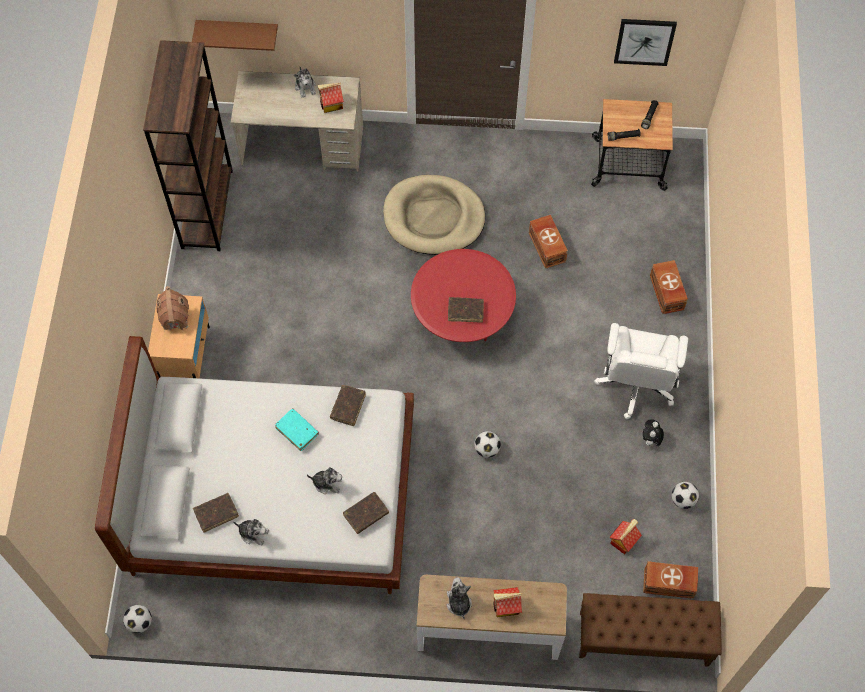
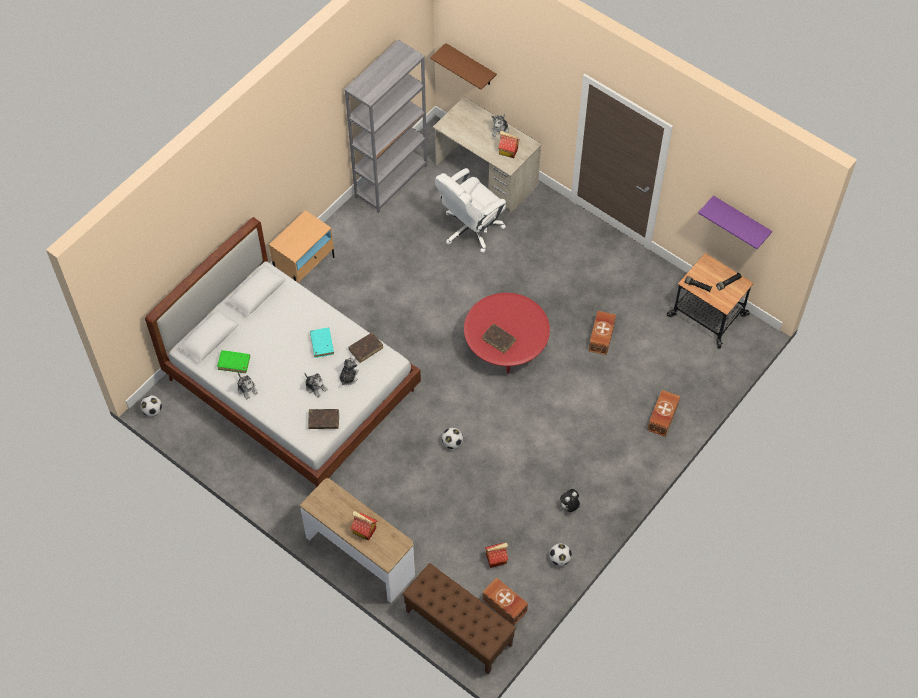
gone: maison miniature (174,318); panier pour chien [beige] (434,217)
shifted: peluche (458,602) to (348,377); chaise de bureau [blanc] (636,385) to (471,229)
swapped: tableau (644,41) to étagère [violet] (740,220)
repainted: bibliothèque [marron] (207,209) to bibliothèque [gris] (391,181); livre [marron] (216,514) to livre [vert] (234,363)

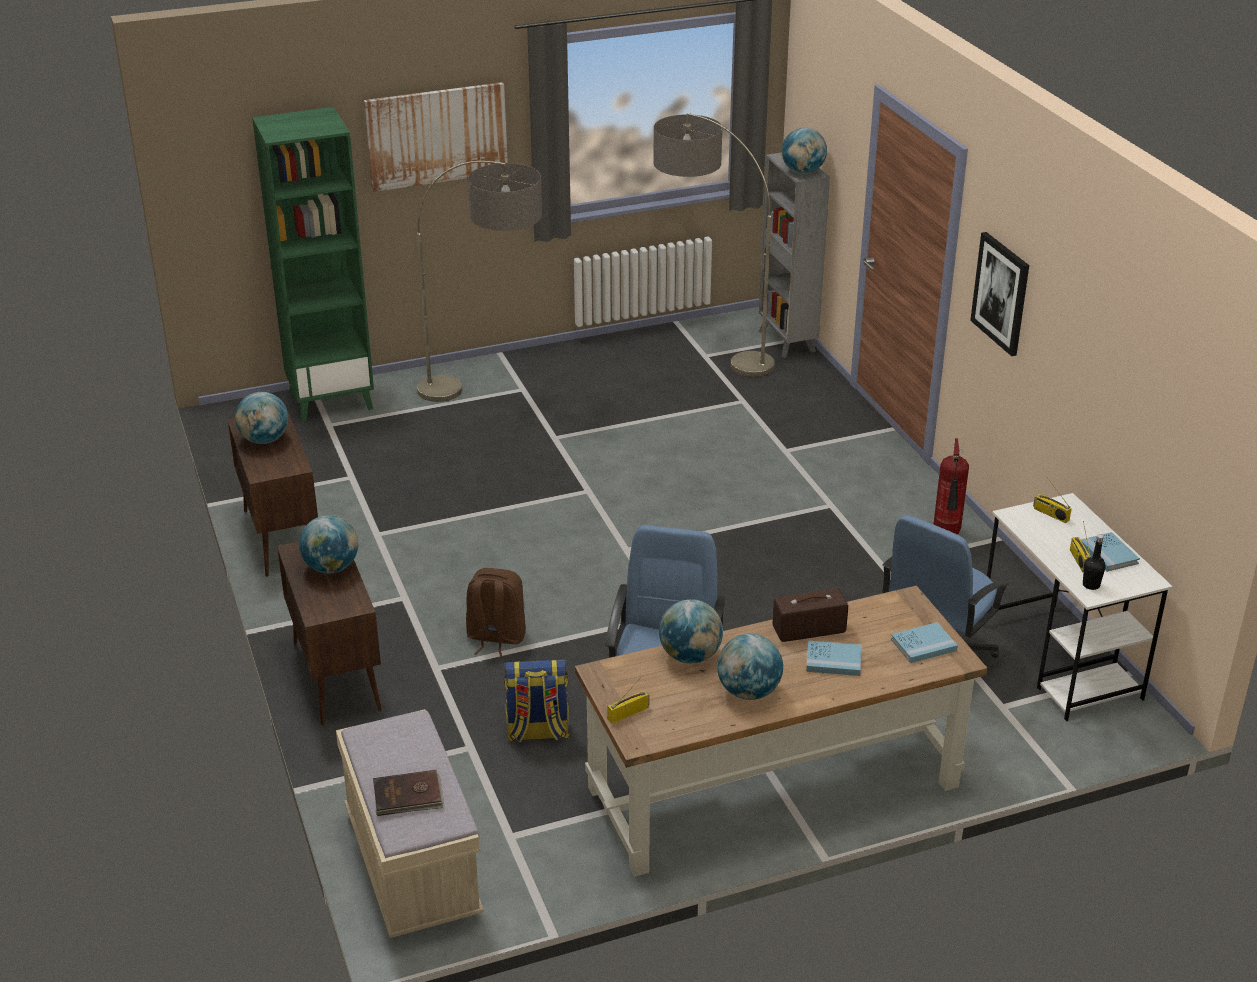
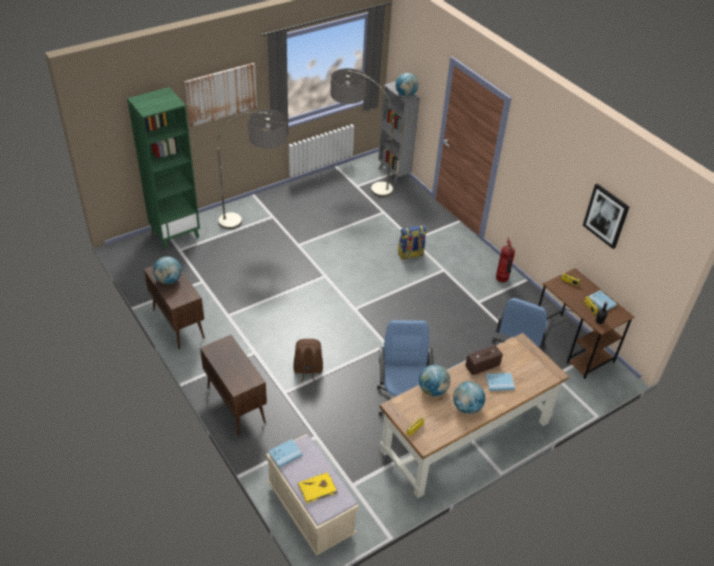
gone: globe (331,568)
shifted: sac à dos (537,732) to (410,255); livre [bleu] (923,645) to (285,454); tableau (1001,293) to (606,215)
repainted: livre [marron] (408,796) to livre [jaune] (317,489); bureau [blanc] (1060,661) to bureau [marron] (573,346)

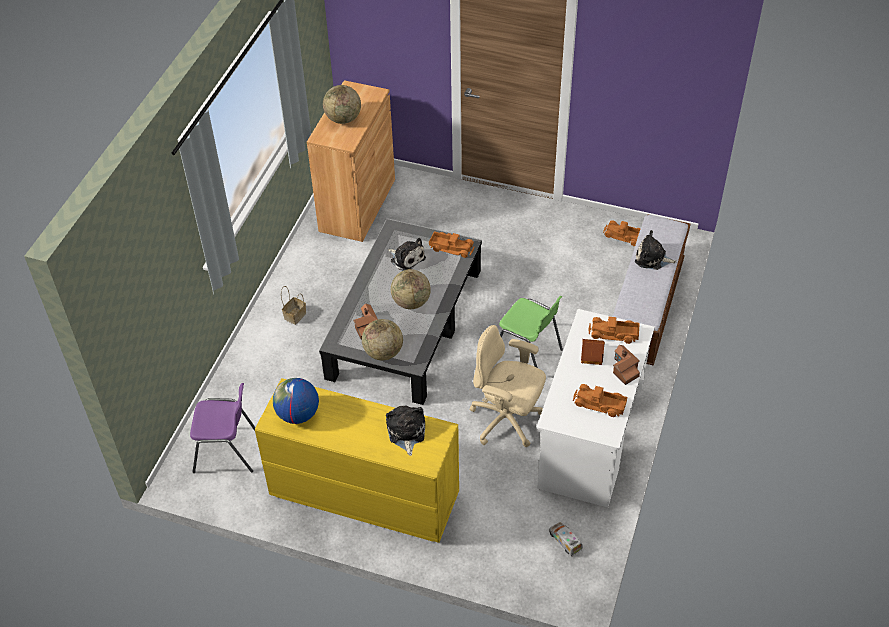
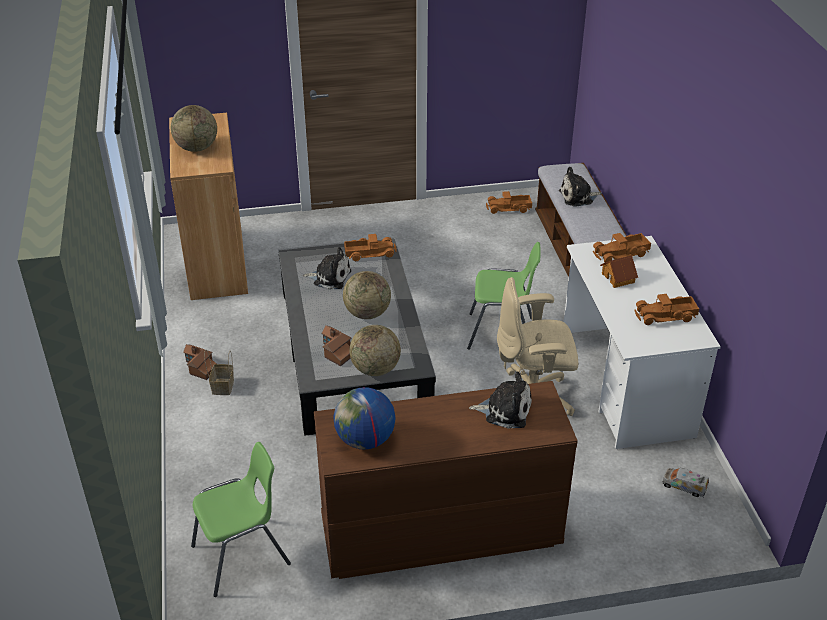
shifted: maison miniature (624,369) to (199,367)
repainted: chaise [violet] (227,452) to chaise [vert] (242,556); commode [jaune] (363,494) to commode [marron] (439,532)
rotated: peluche (406,433) = (505,410) 135 degrees clockwise

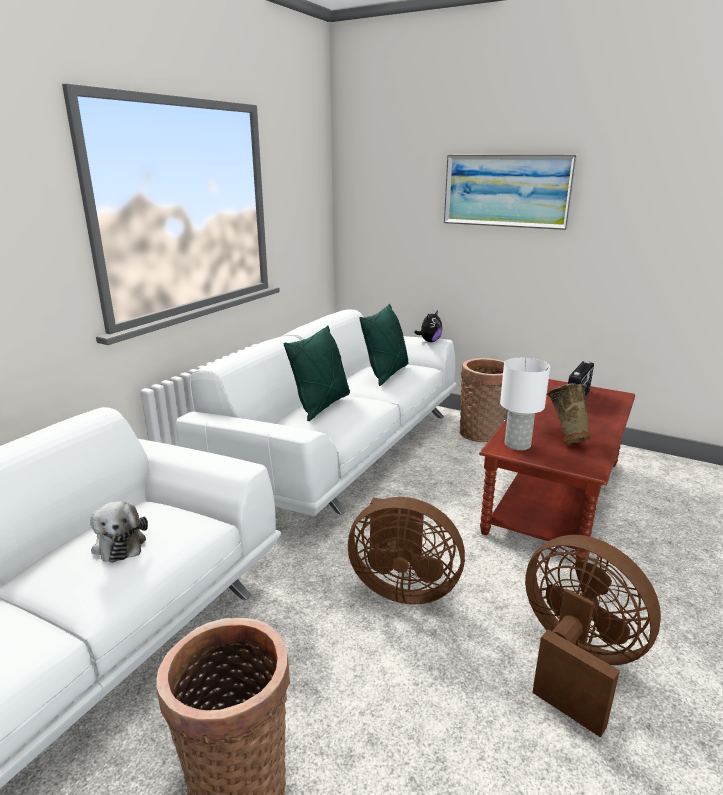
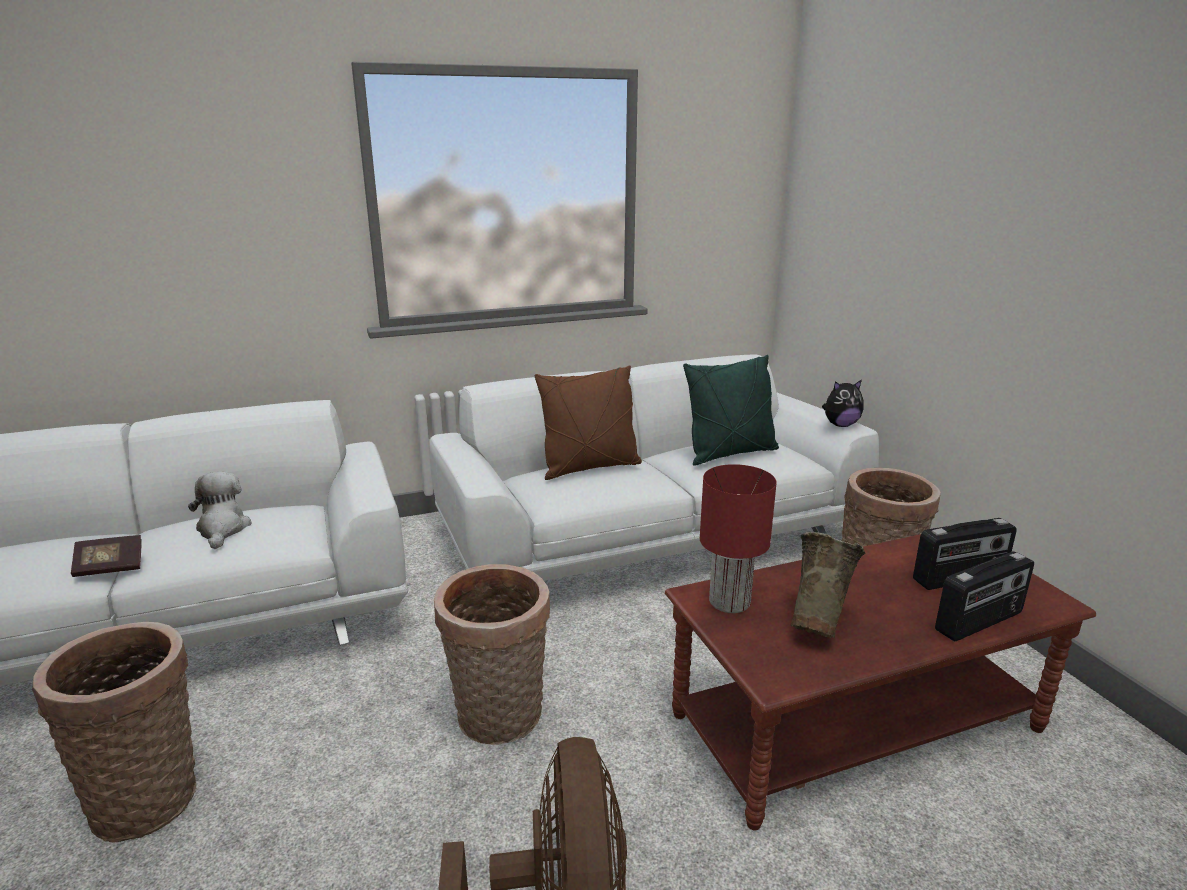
gone: tableau (506,191)
new: livre (110,567); radio (980,622)
swapped: ventilateur [marron] (402,587) to panier (499,720)
repainted: coussin [vert] (322,405) to coussin [marron] (590,467); lampe de table [blanc] (518,444) to lampe de table [rouge] (731,602)
rotated: peluche (119,543) = (222,529) 150 degrees clockwise

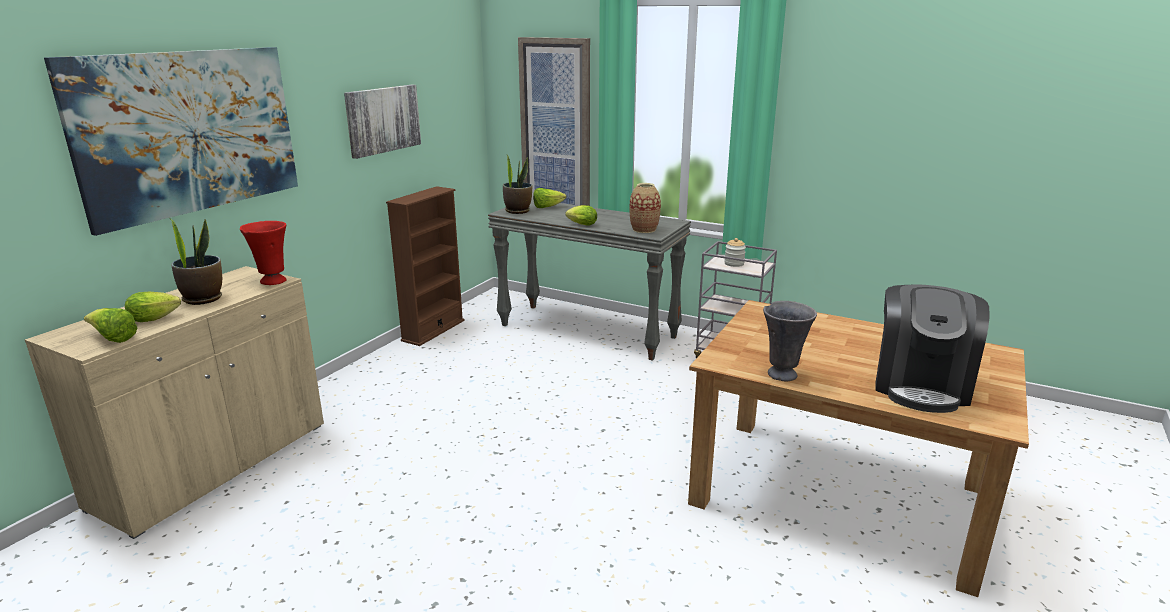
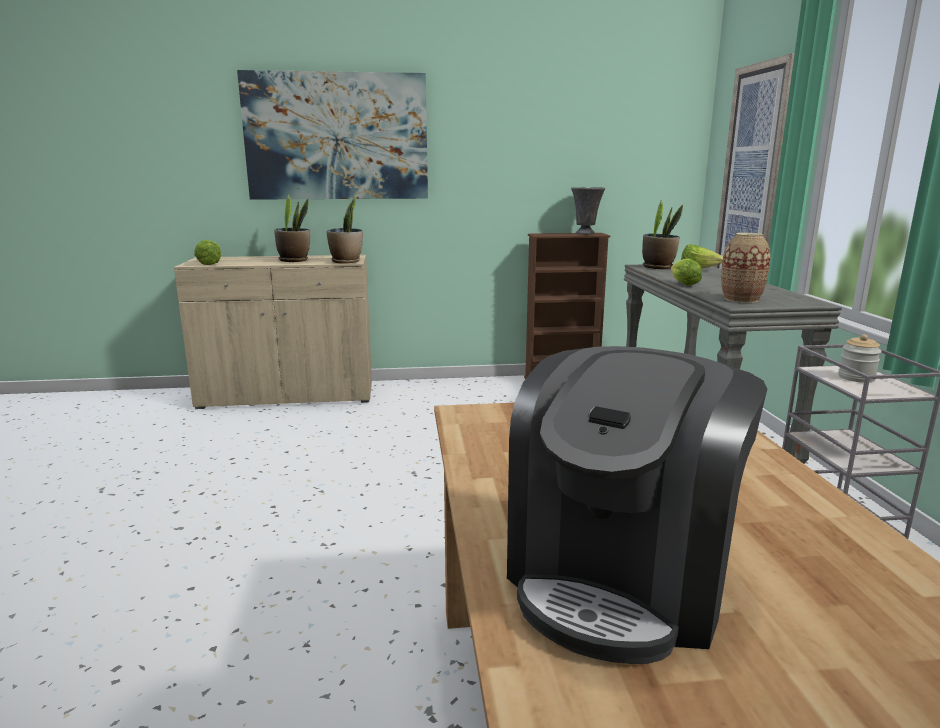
gone: laitue (157,318); tableau (382,120)
shifted: vase [gris] (782,374) to (586,233)
swapped: vase [rouge] (272,281) to plante en pot (346,261)
rotated: machine à café (920,386) = (621,576) 45 degrees counterclockwise

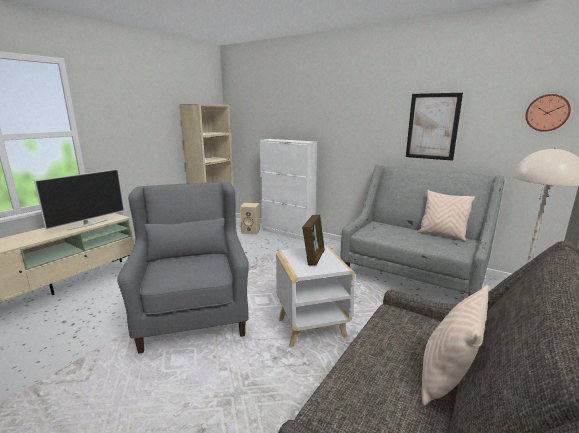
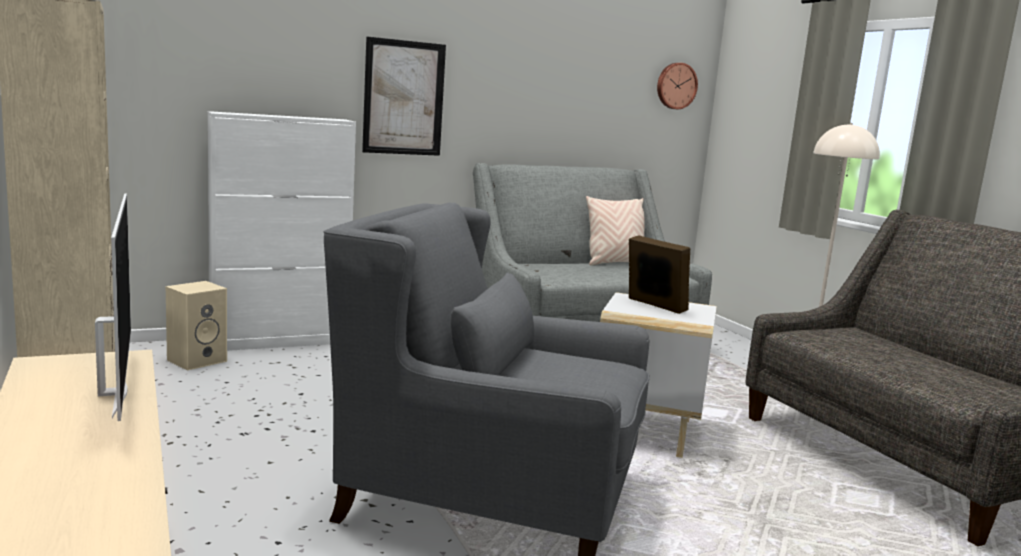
gone: coussin [beige] (446,379)
shifted: tableau (432,126) to (403,98)

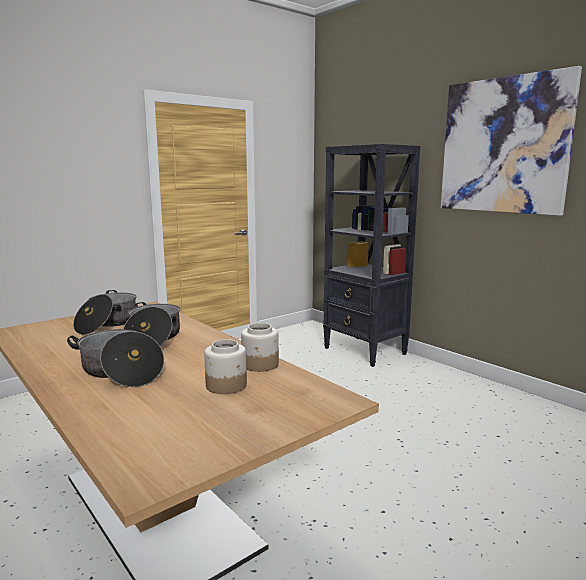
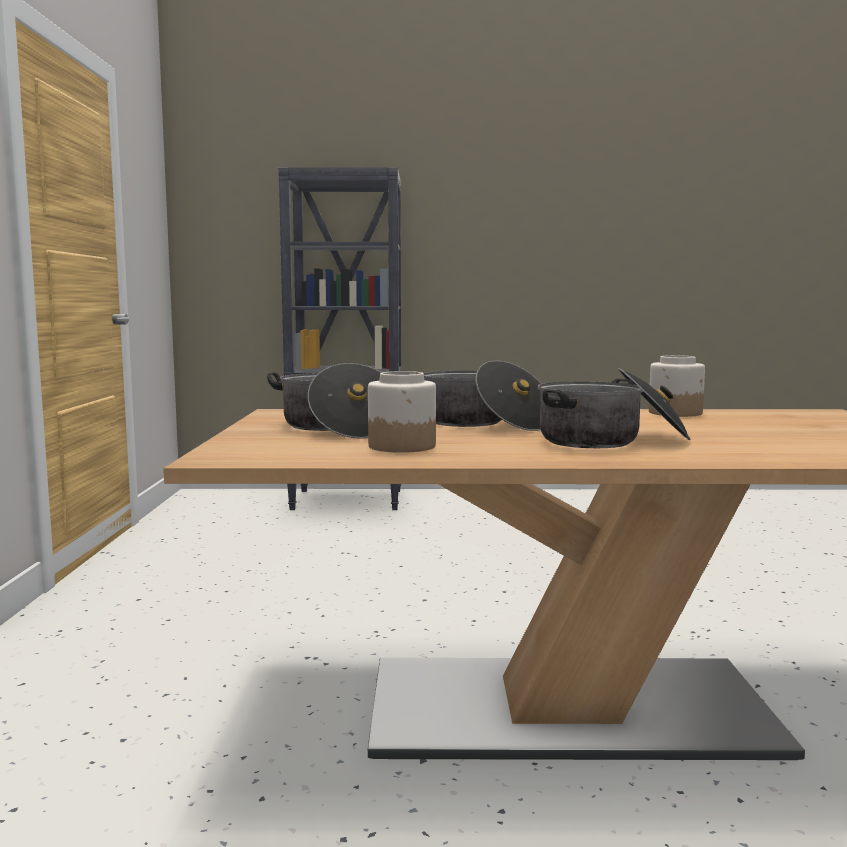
gone: tableau (503,146)
shifted: bocal (227,385) to (402,446)

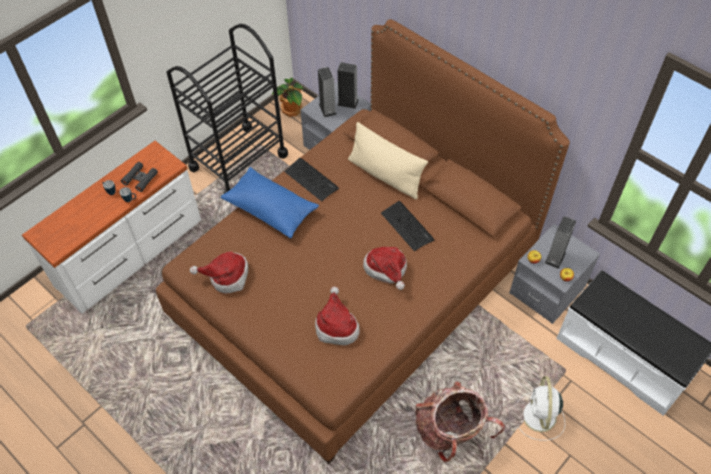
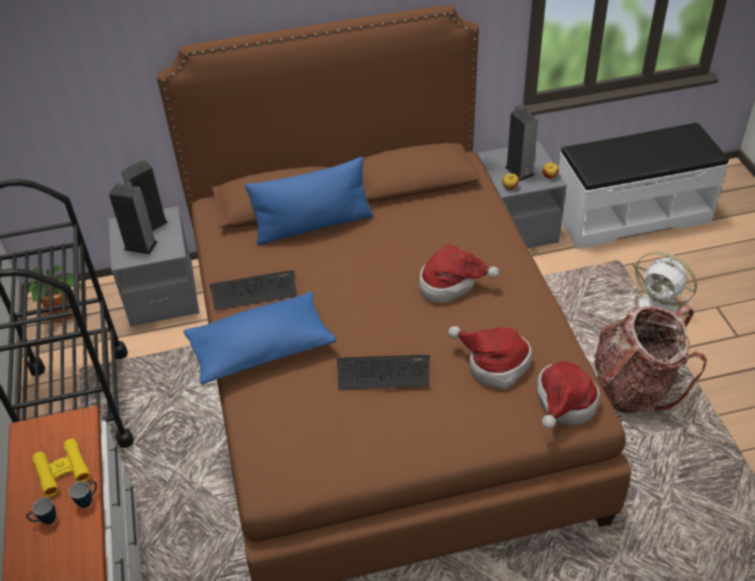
shifted: chapeau (226,277) to (564,404); clavier (407,226) to (383,372)
repainted: jumelles [noir] (140,179) to jumelles [jaune] (62,471); coussin [beige] (385,175) to coussin [bleu] (313,225)

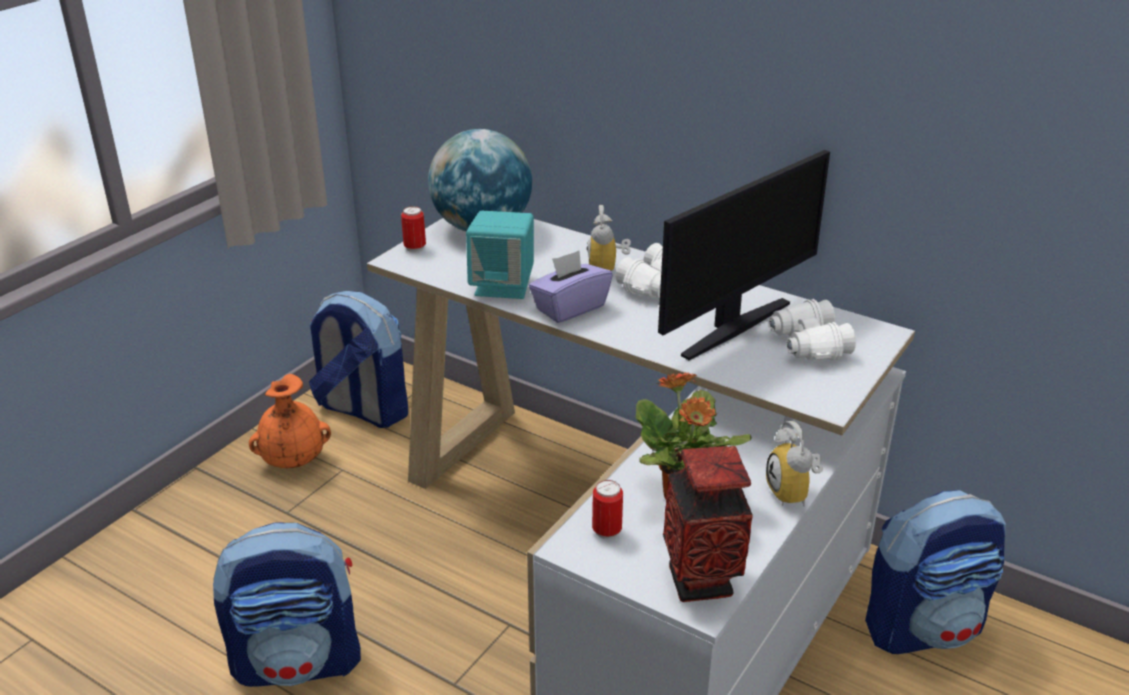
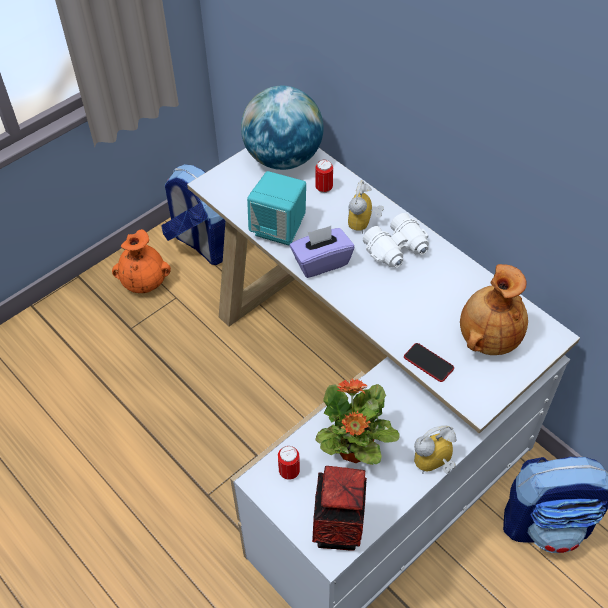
gone: sac à dos (299,661); écran d'ordinateur (733,327)
new: téléphone (428,363)
shifted: boîte métallique (415,248) to (324,188)
swapped: jumelles [blanc] (807,345) to vase [marron] (487,337)
rotated: réveil (794,493) = (434,466) 60 degrees clockwise

